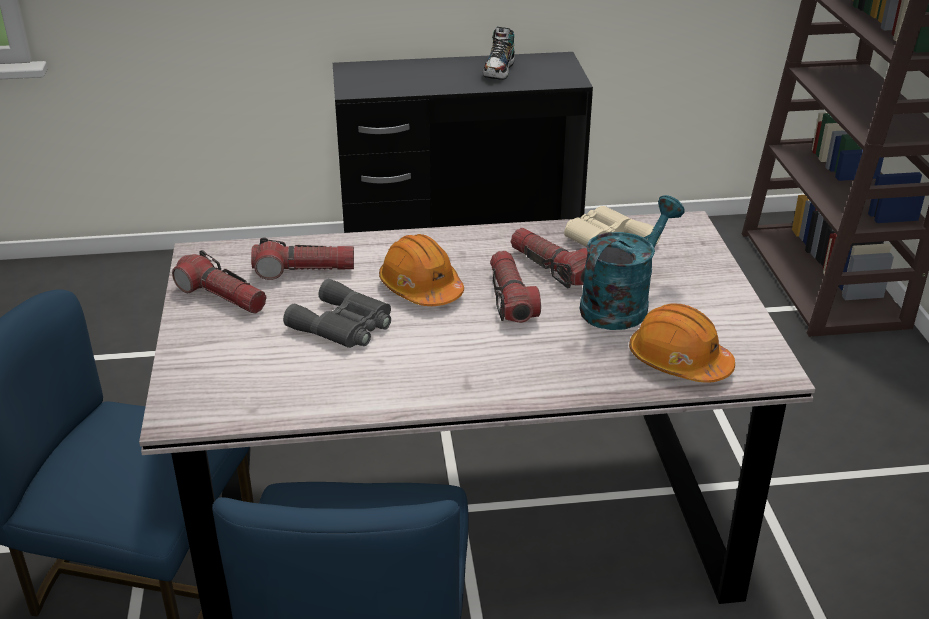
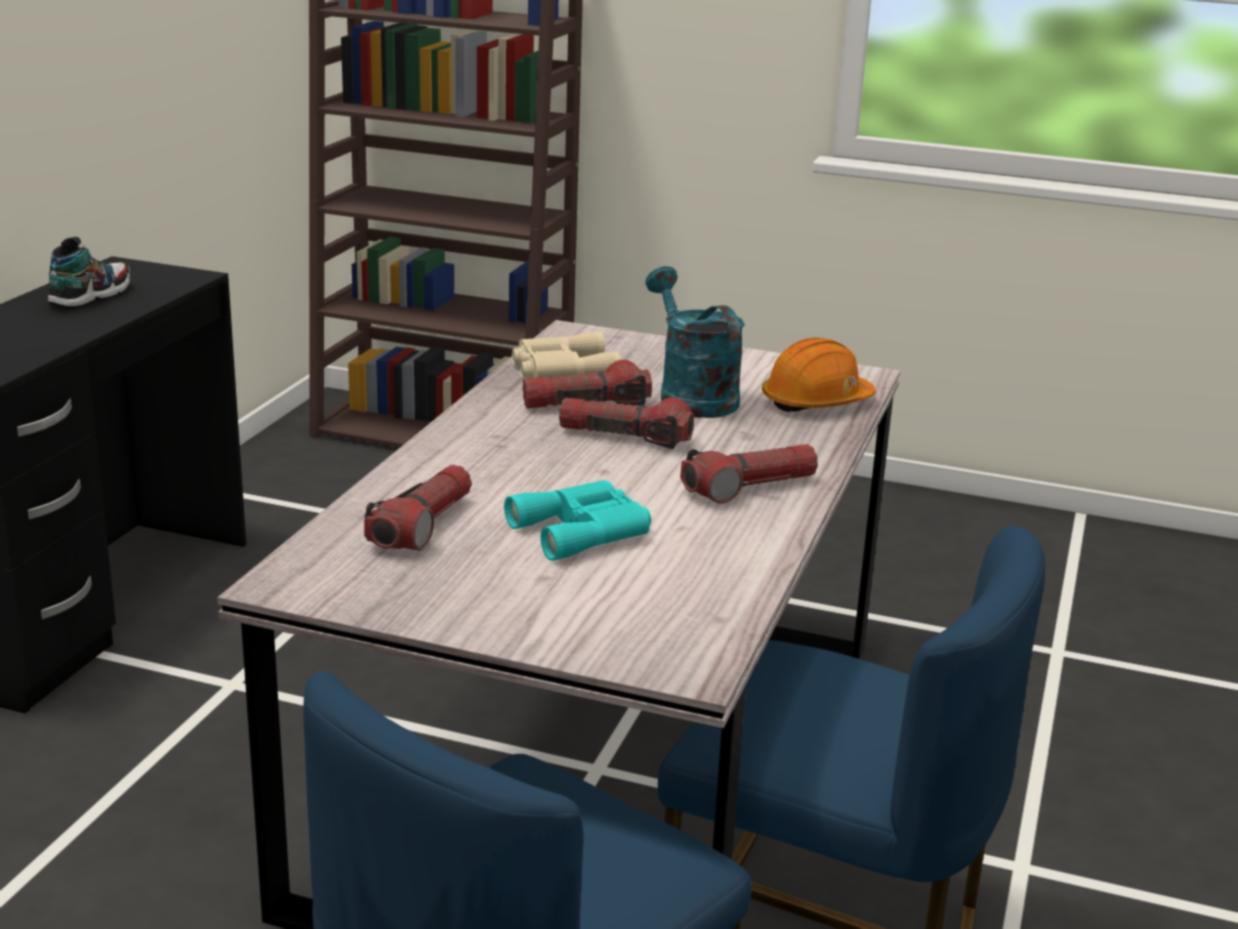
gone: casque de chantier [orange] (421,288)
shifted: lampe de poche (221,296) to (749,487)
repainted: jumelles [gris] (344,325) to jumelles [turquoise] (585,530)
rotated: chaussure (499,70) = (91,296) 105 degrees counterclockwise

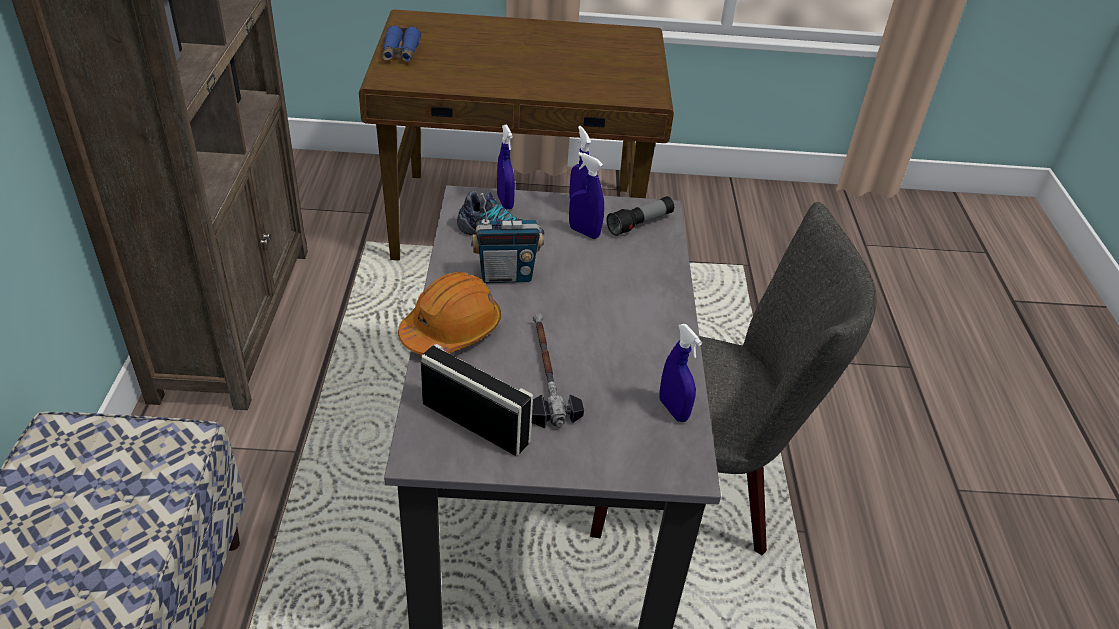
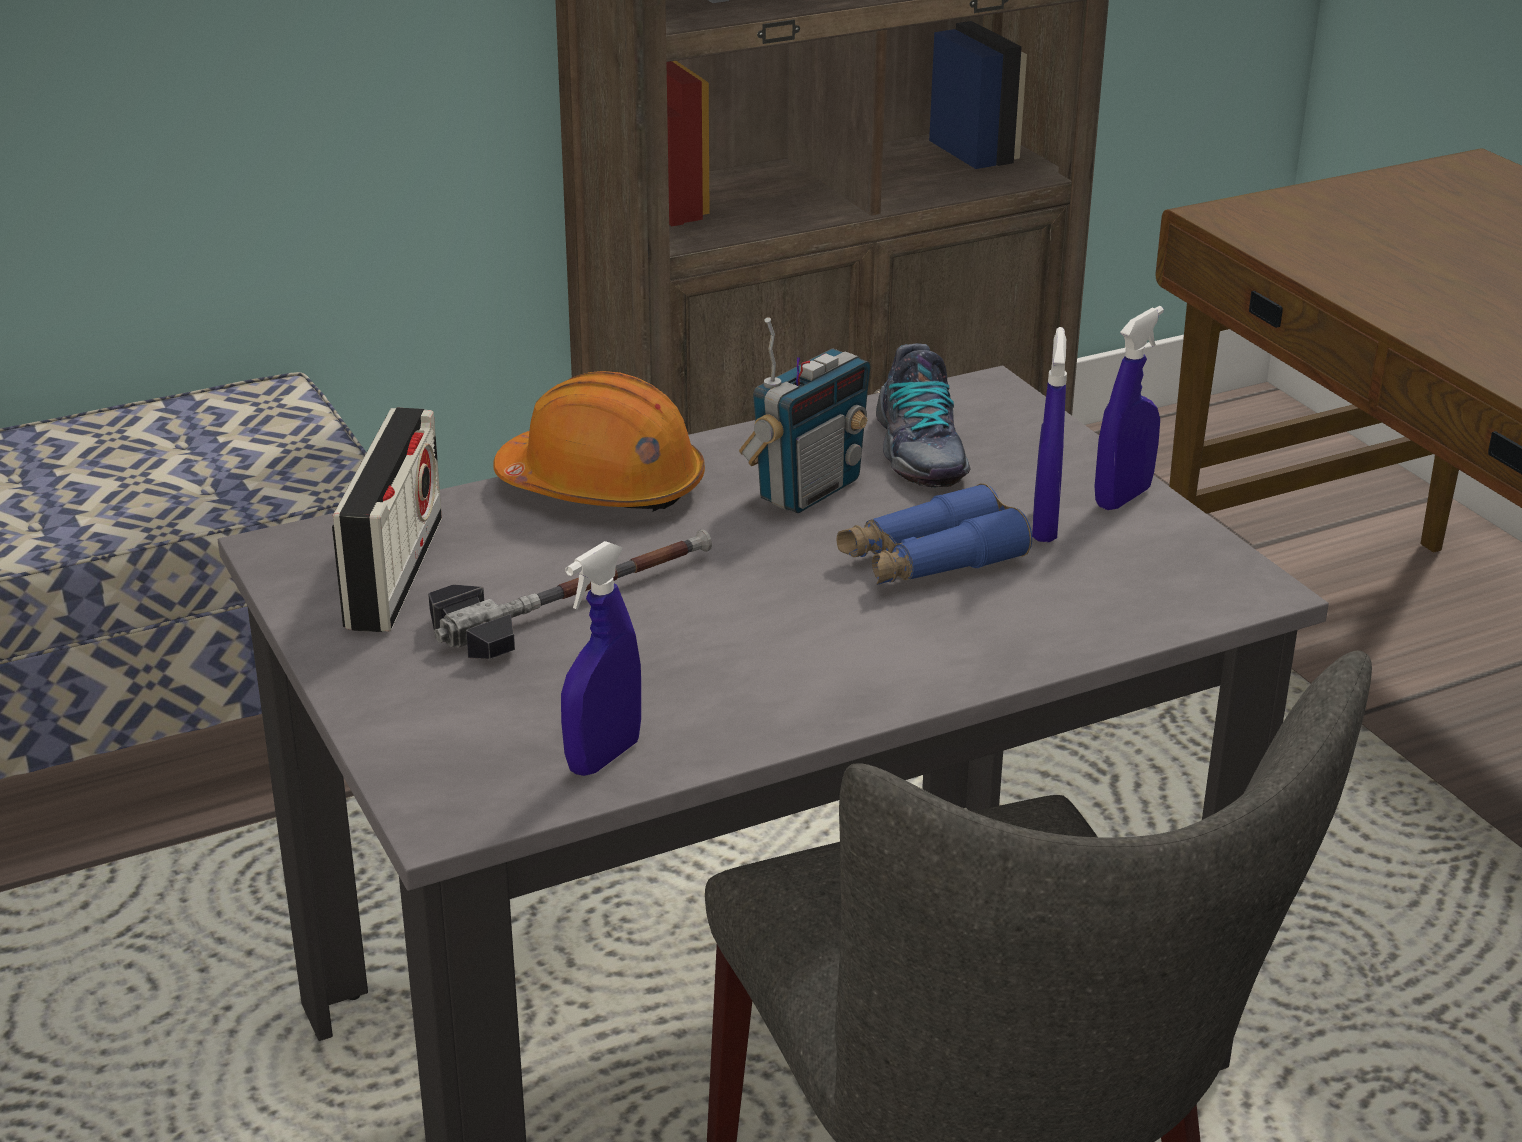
gone: vaporisateur [bleu] (505,202); lampe de poche (640,224)
shifted: jumelles [bleu] (400,53) to (930,560)
rotated: radio (506,275) = (808,490) 105 degrees counterclockwise

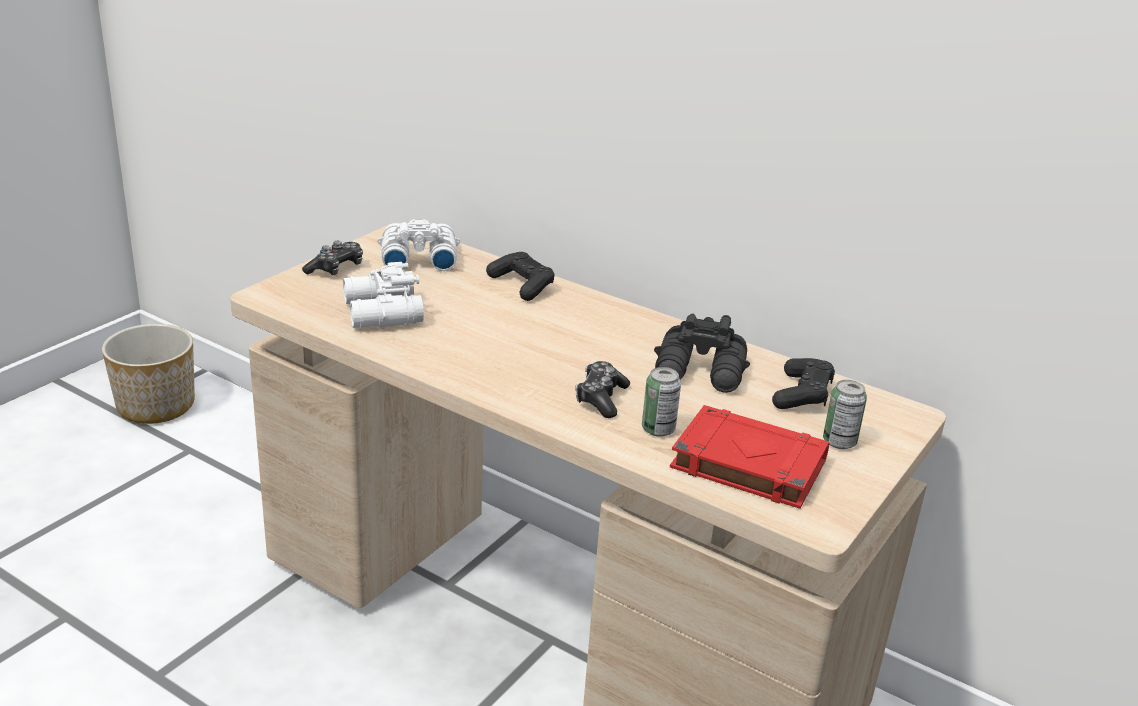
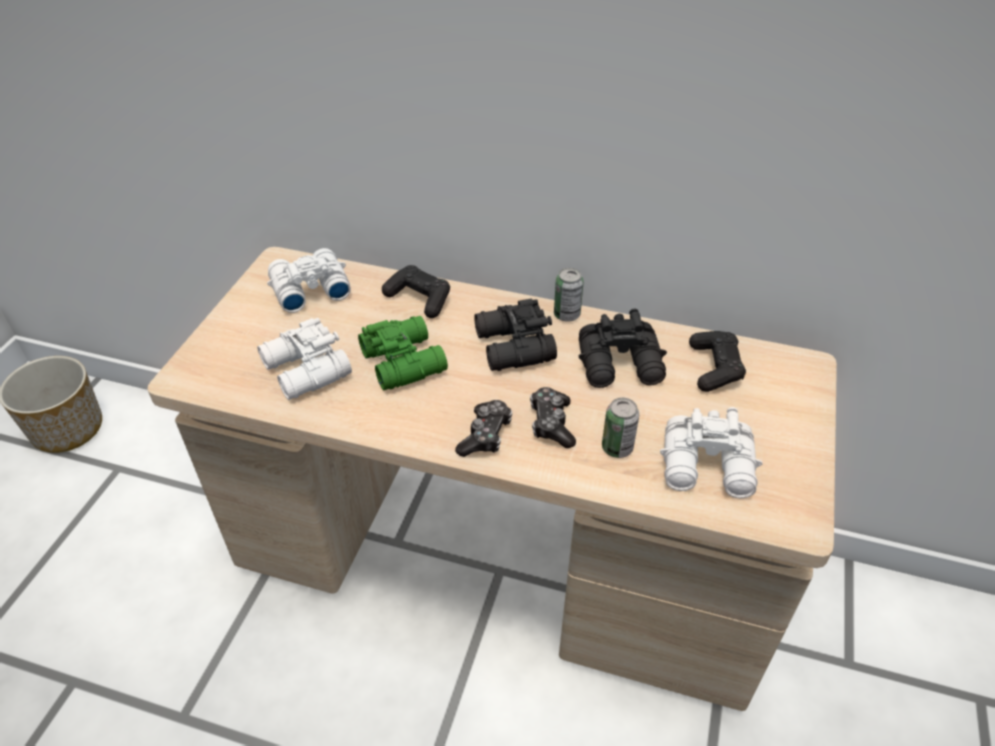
new: jumelles [vert] (404,360); jumelles [noir] (512,348)
shifted: manette (336,268) to (485,435); boîte métallique (839,442) to (567,315)
swapped: livre [rouge] (746,464) to jumelles [blanc] (709,468)

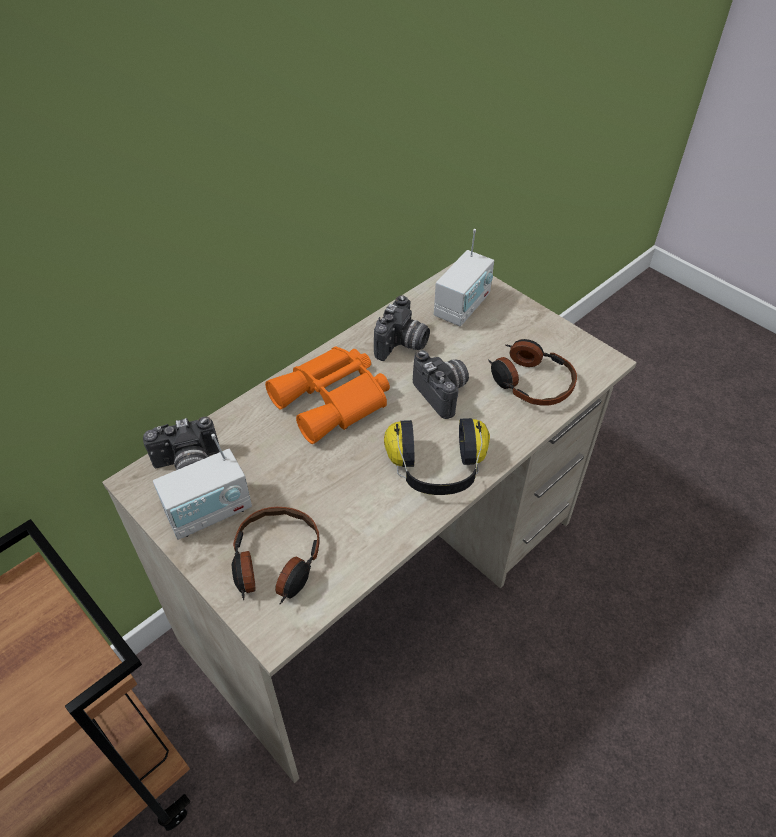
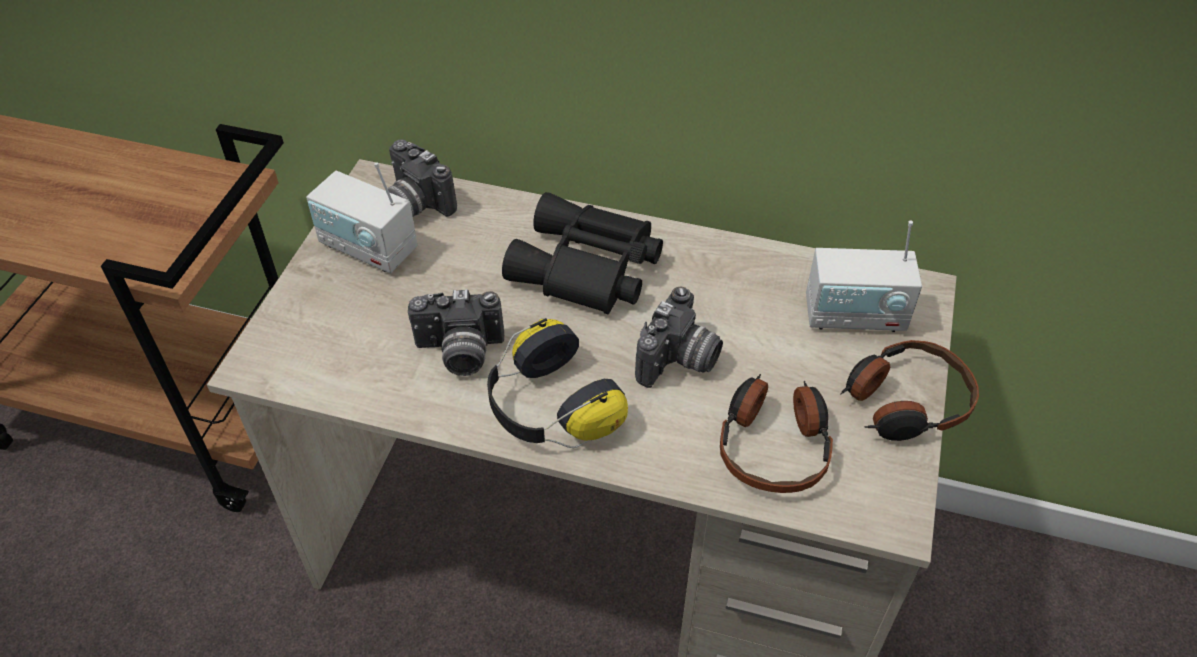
shifted: casque audio (276,562) to (904,402); appareil photo (402,345) to (459,353)
repainted: jumelles [orange] (334,401) to jumelles [noir] (587,269)

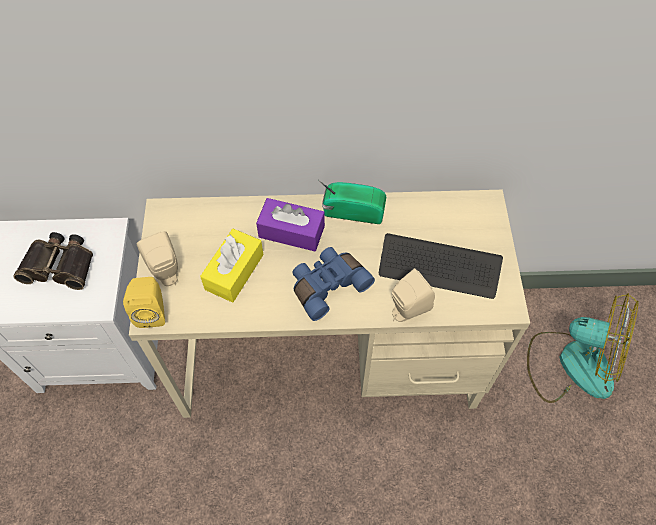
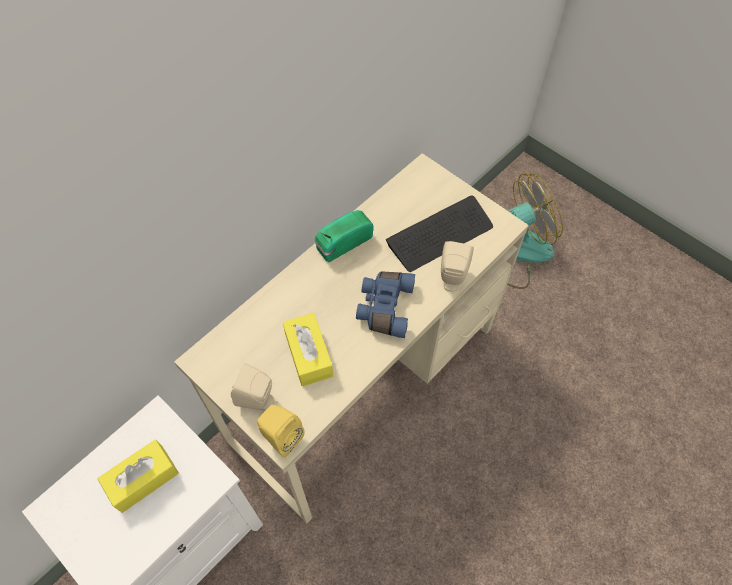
gone: boîte à mouchoirs [violet] (291,232)
swapped: jumelles (60,265) to boîte à mouchoirs [jaune] (143,479)

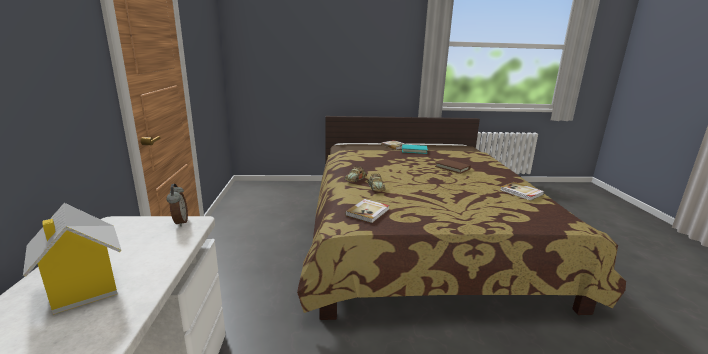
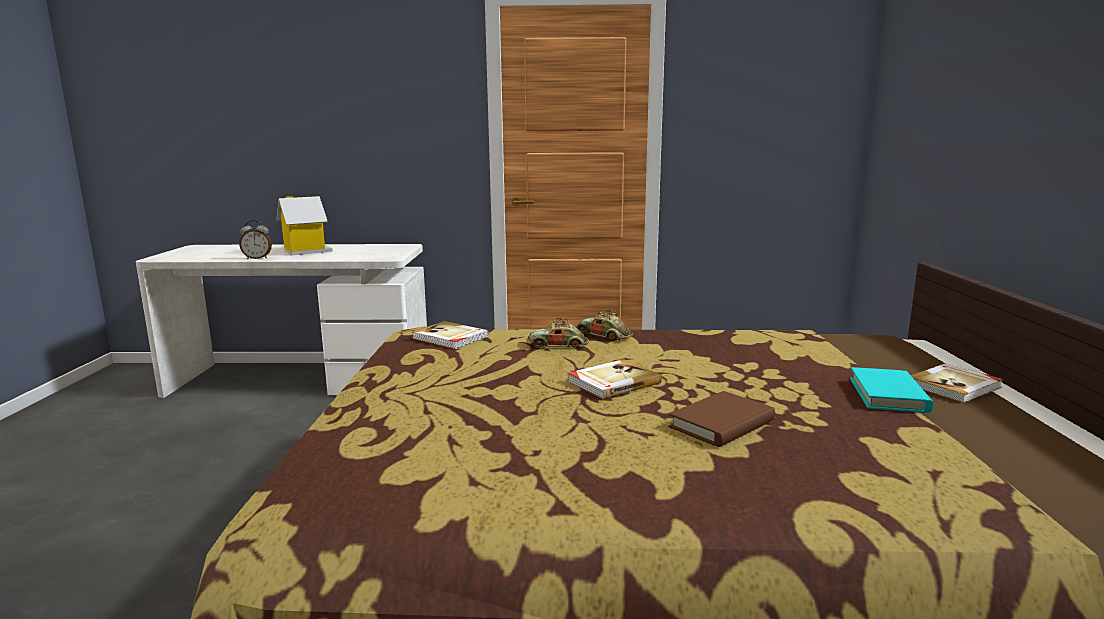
shifted: réveil (179,222) to (257,258); livre (521,192) to (612,382)

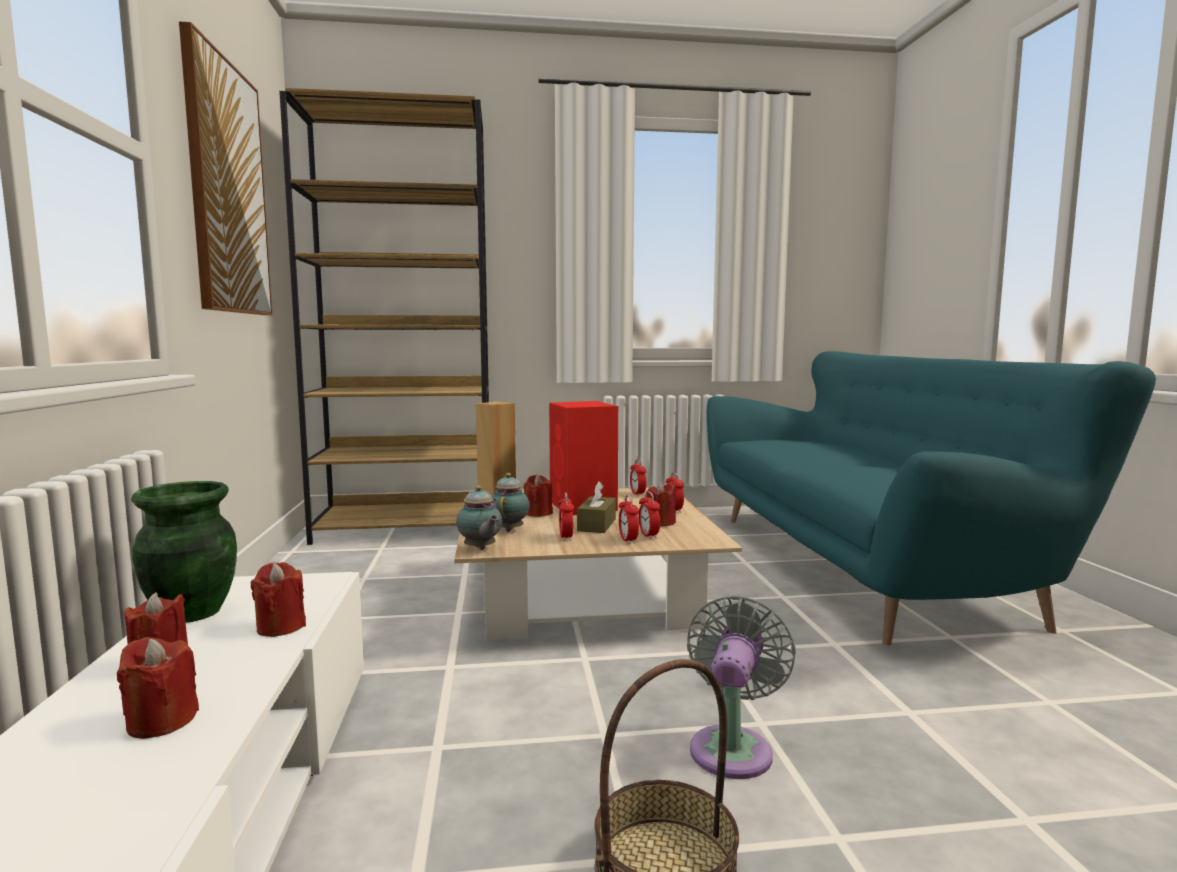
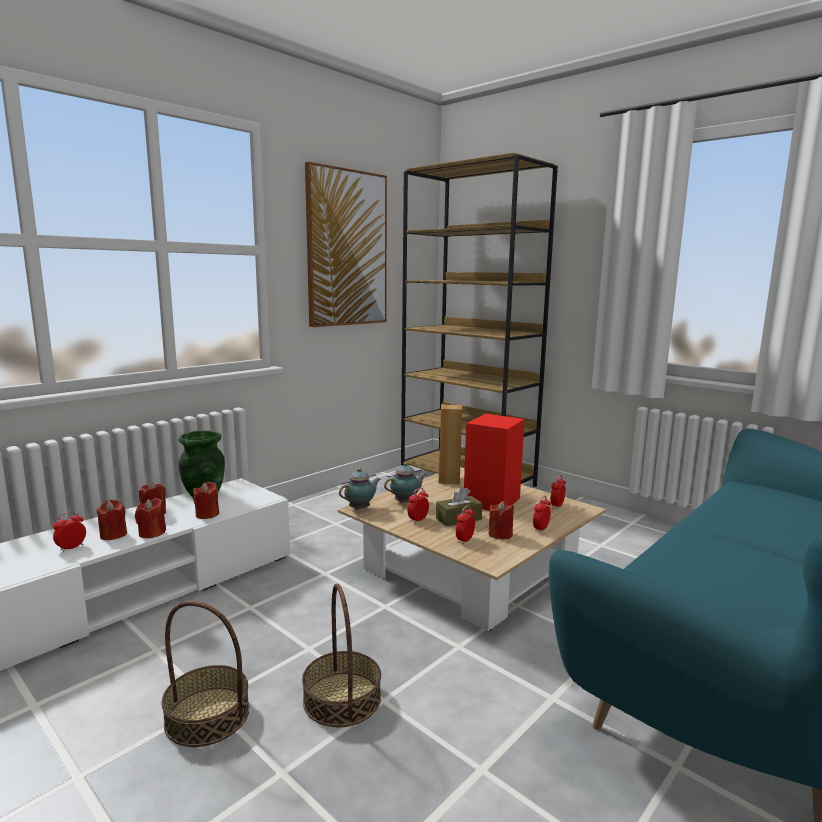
shifted: bougie [rouge] (538,513) to (152,533); réveil (628,540) to (71,548)
swapped: ventilateur [gris] (732,747) to panier (342,698)
rotated: théière (480,549) = (361,508) 150 degrees counterclockwise

